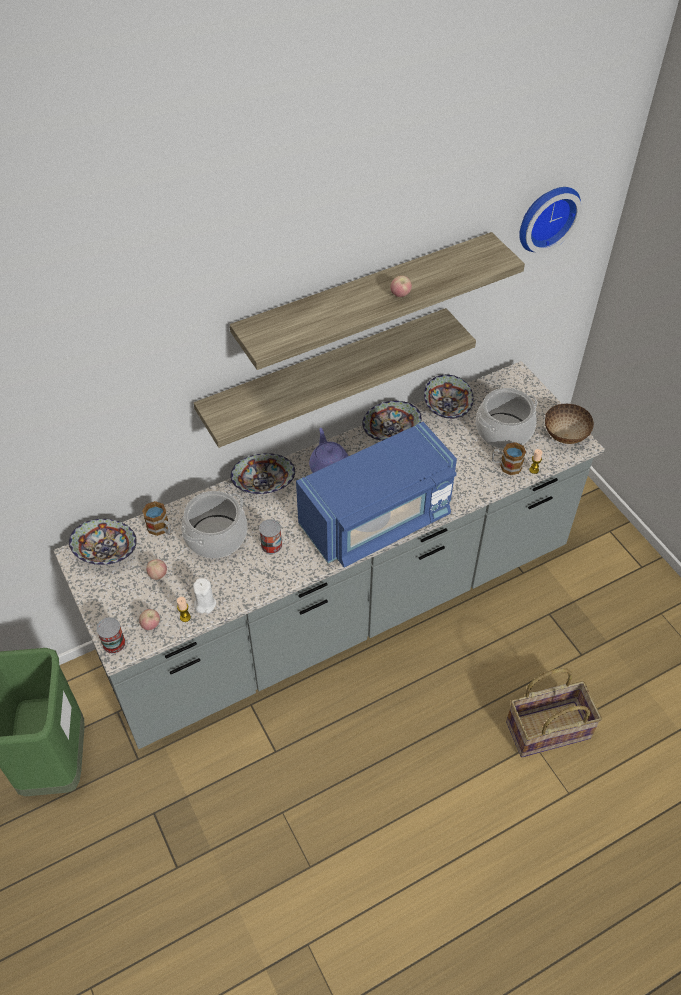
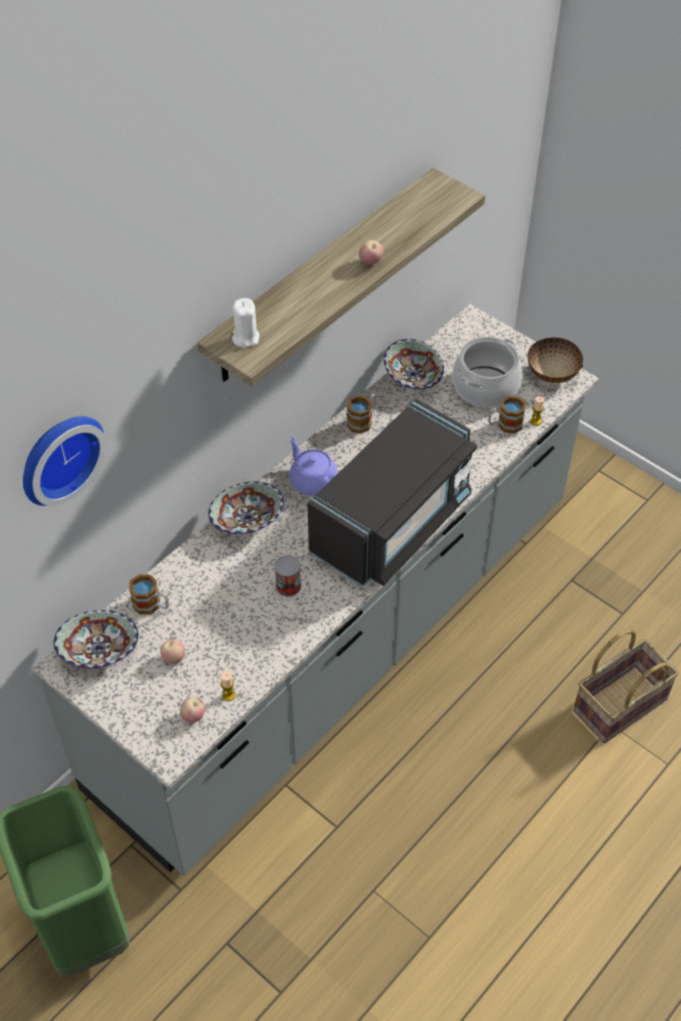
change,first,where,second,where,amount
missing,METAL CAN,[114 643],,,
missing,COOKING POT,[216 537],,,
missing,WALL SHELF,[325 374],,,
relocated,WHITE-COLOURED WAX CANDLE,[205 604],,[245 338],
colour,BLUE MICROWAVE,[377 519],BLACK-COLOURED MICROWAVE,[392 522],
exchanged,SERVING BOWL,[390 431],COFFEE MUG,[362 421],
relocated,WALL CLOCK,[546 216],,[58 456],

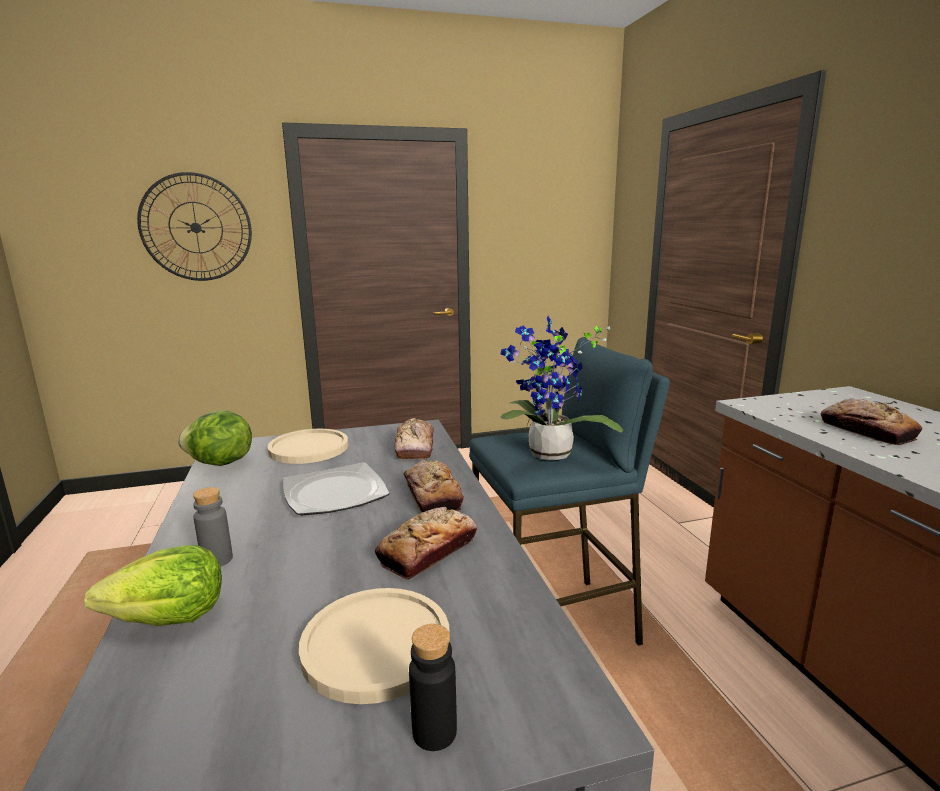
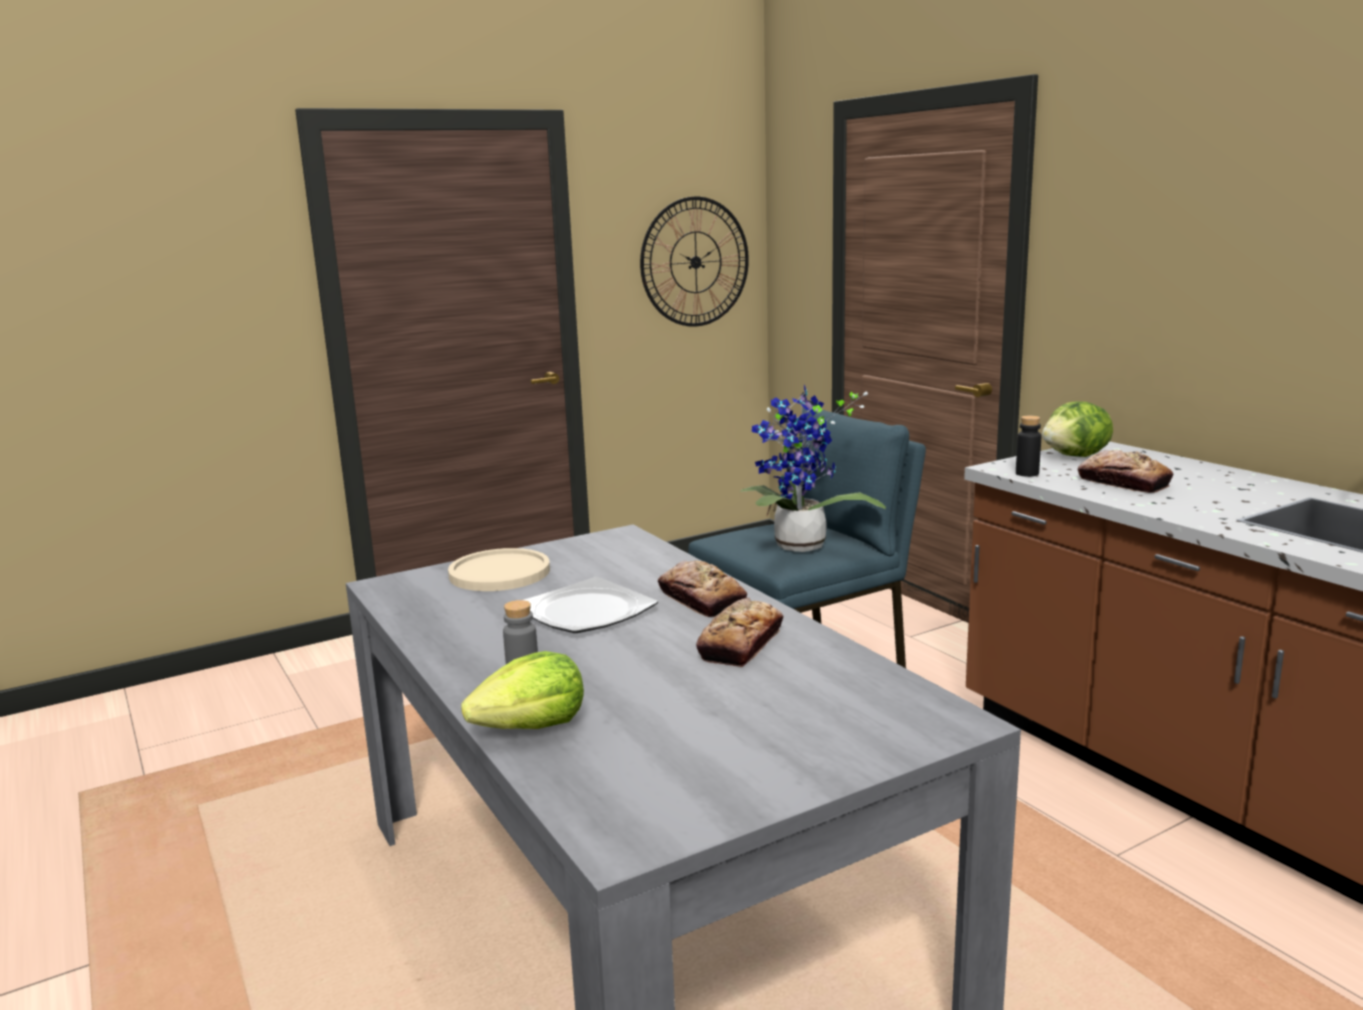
change,first,where,second,where,amount
relocated,WALL CLOCK,[196 227],,[695 262],
relocated,HEAD OF LETTUCE,[220 463],,[1076 456],
missing,BEIGE-COLOURED FLAT DISH,[376 644],,,
missing,BAKERY BREAD,[415 447],,,
relocated,BLACK-COLOURED BOTTLE,[434 732],,[1027 473],

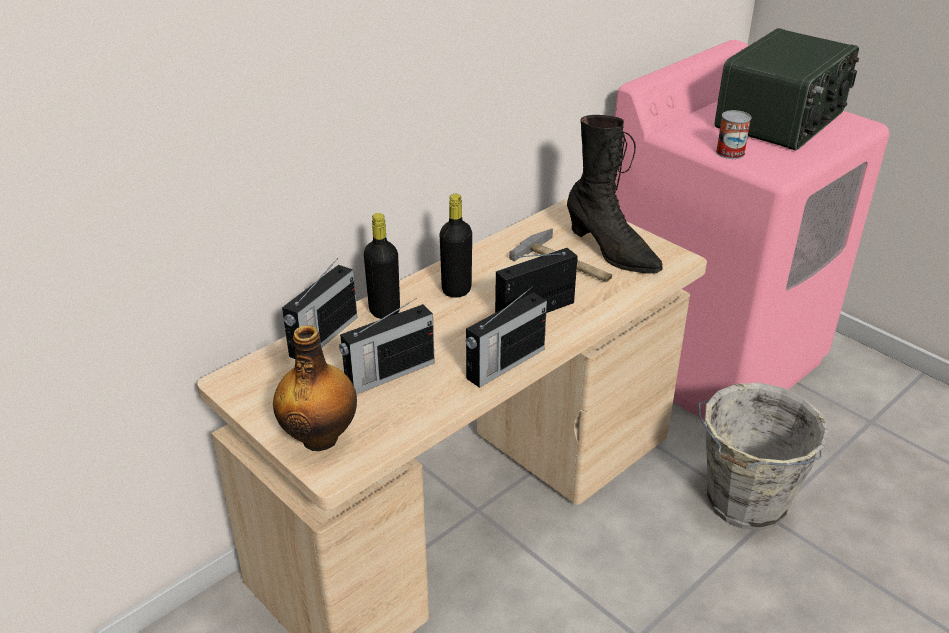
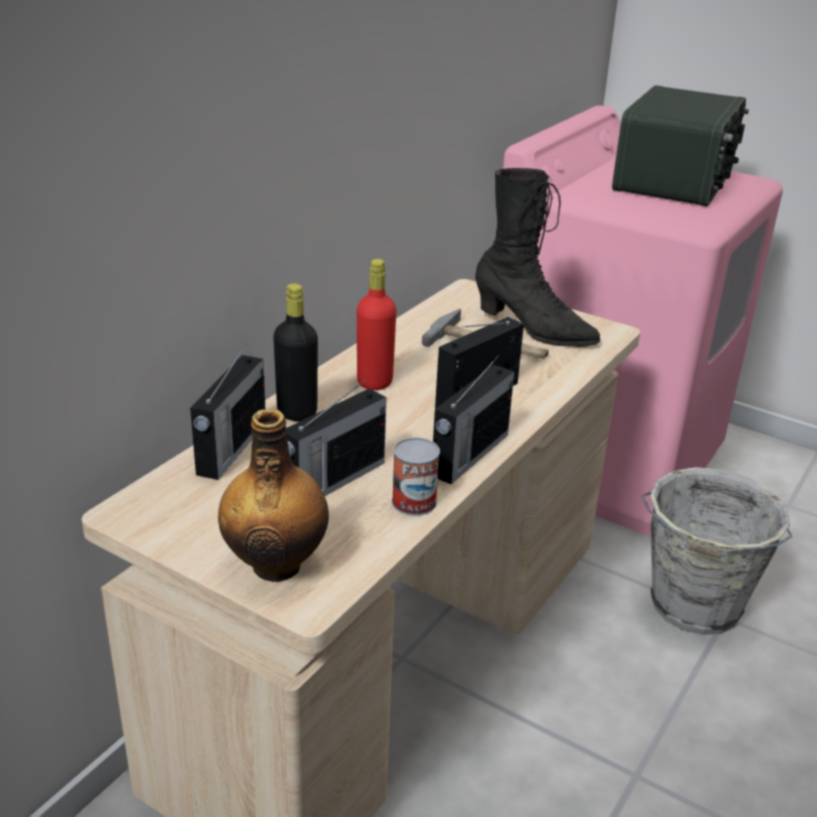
change,first,where,second,where,amount
colour,BLACK-COLOURED BOTTLE,[456 290],RED-COLOURED BOTTLE,[374 382],
relocated,METAL CAN,[730 152],,[414 502],

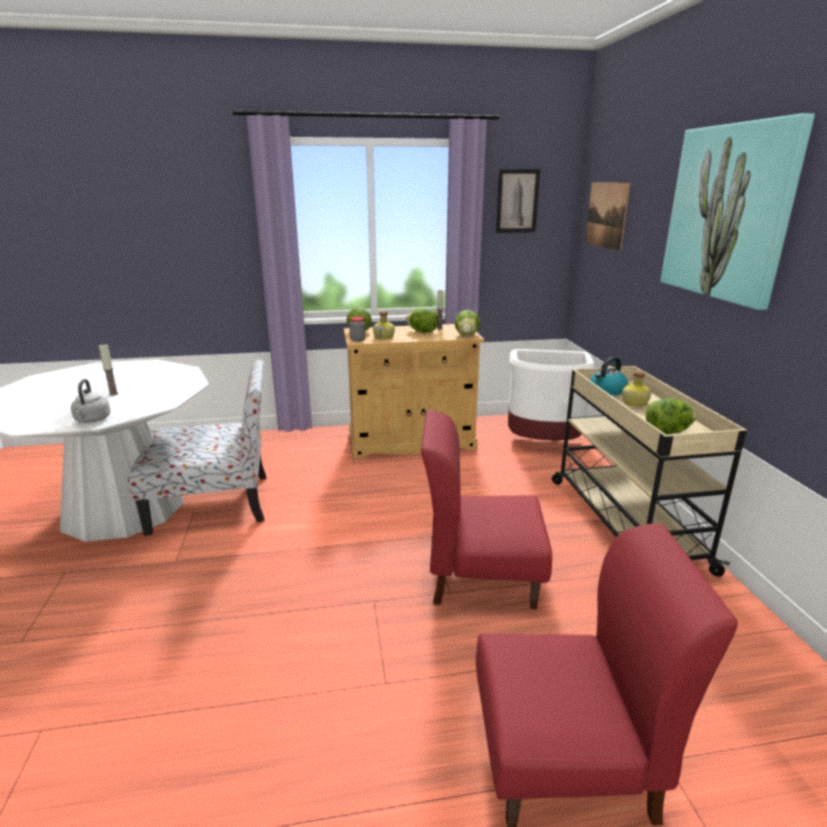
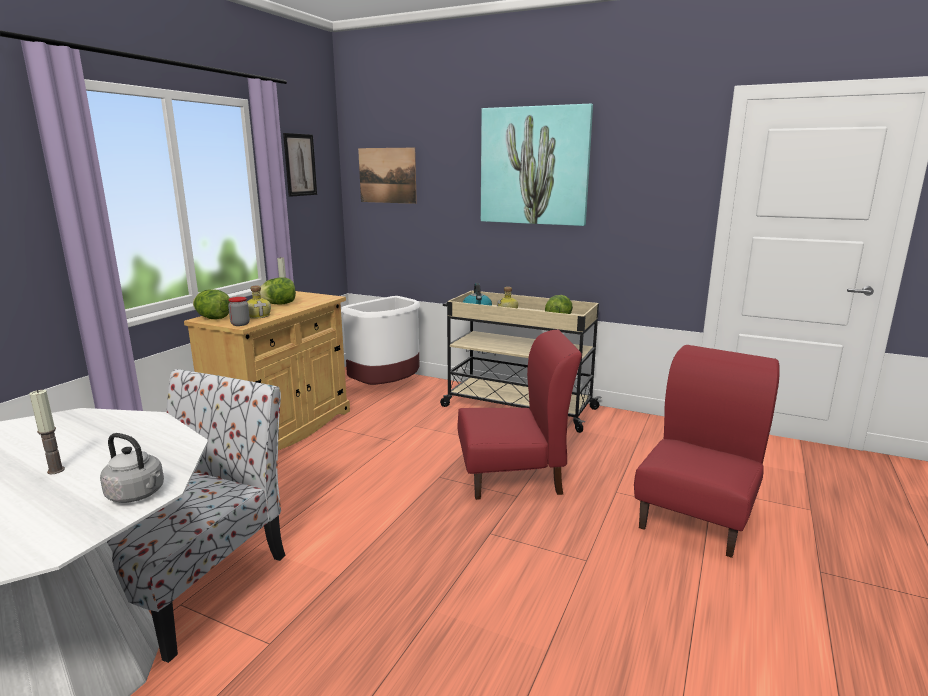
change,first,where,second,where,amount
spun,RED-COLOURED PLAIN CHAIR,[480 576],,[512 477],135 degrees counterclockwise
missing,HEAD OF LETTUCE,[466 335],,,

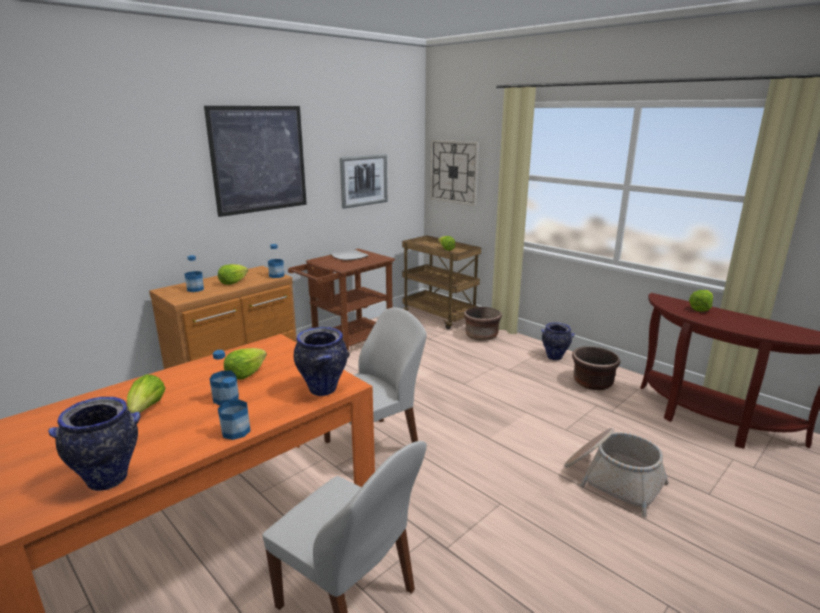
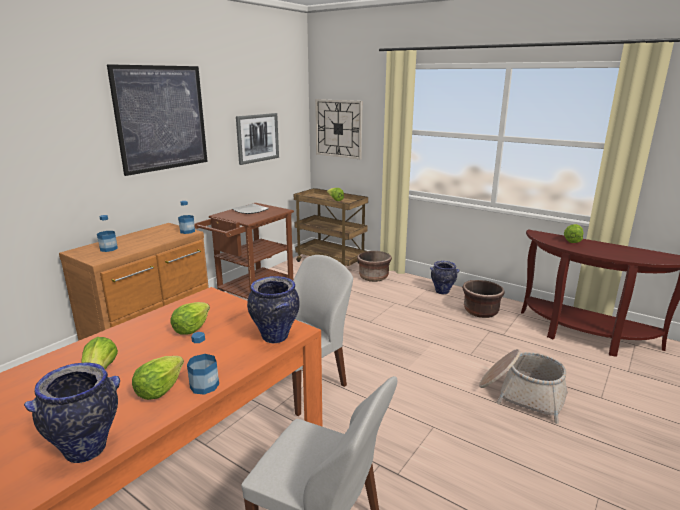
change,first,where,second,where,amount
missing,BOTTLE,[226 398],,,
relocated,HEAD OF LETTUCE,[233 283],,[159 390],

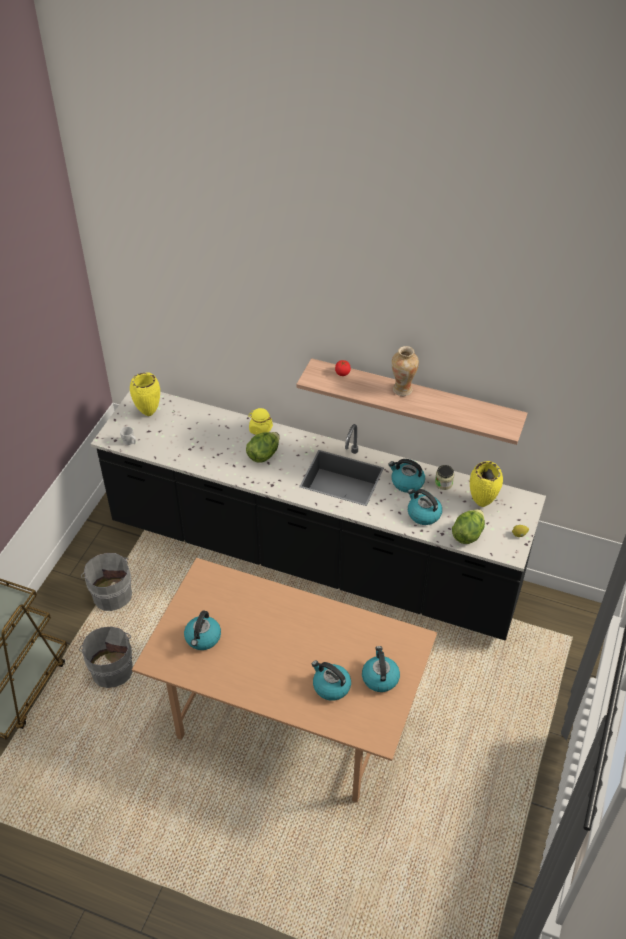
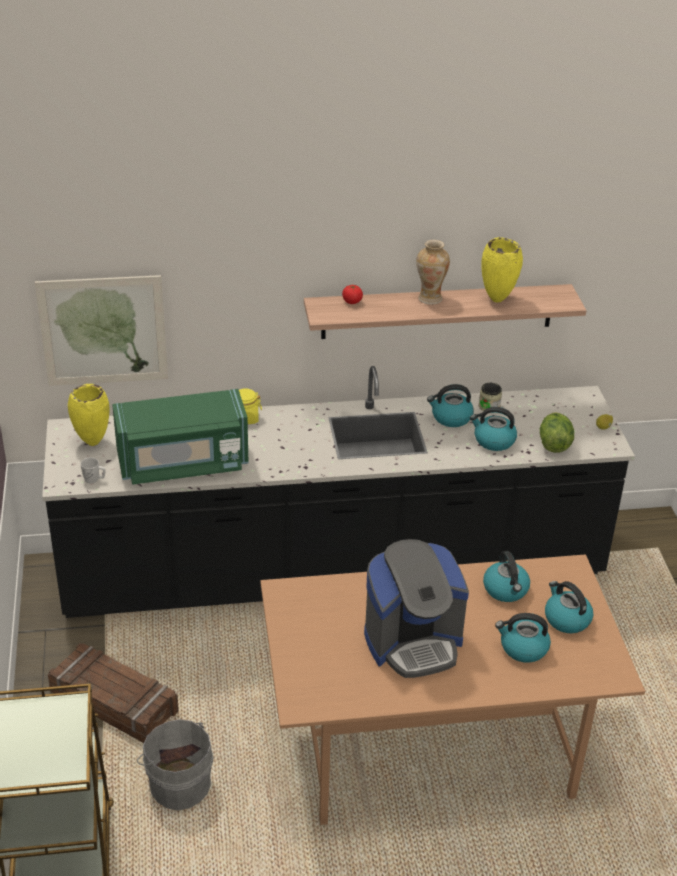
change,first,where,second,where,amount
exchanged,GRAY PAIL,[111 593],SHIPPING CRATE,[114 701],
relocated,TEA KETTLE,[203 638],,[506 590],
missing,HEAD OF LETTUCE,[263 455],,,
relocated,YELLOWISH DECORATIVE VASE,[482 504],,[498 300],
appeared,,,WALL PICTURE,[103 331],
appeared,,,GREEN MICROWAVE,[183 463],
appeared,,,COFFEE MAKER,[413 642],

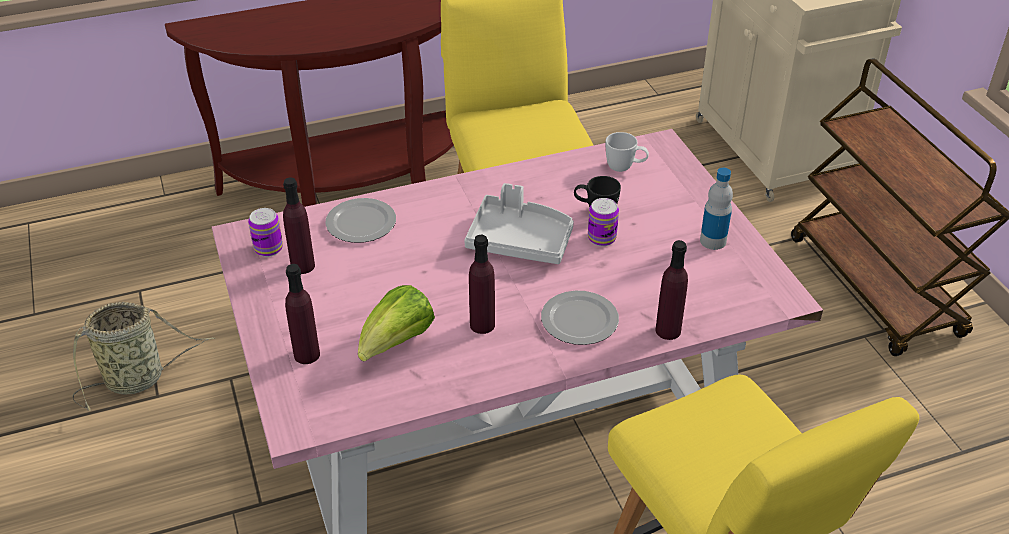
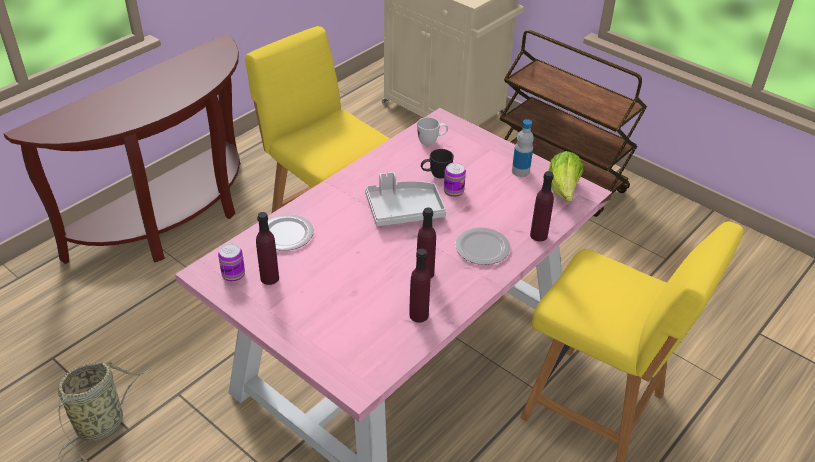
change,first,where,second,where,amount
relocated,PURPLE-COLOURED BOTTLE,[307 354],,[418 315],
relocated,HEAD OF LETTUCE,[396 343],,[563 190],

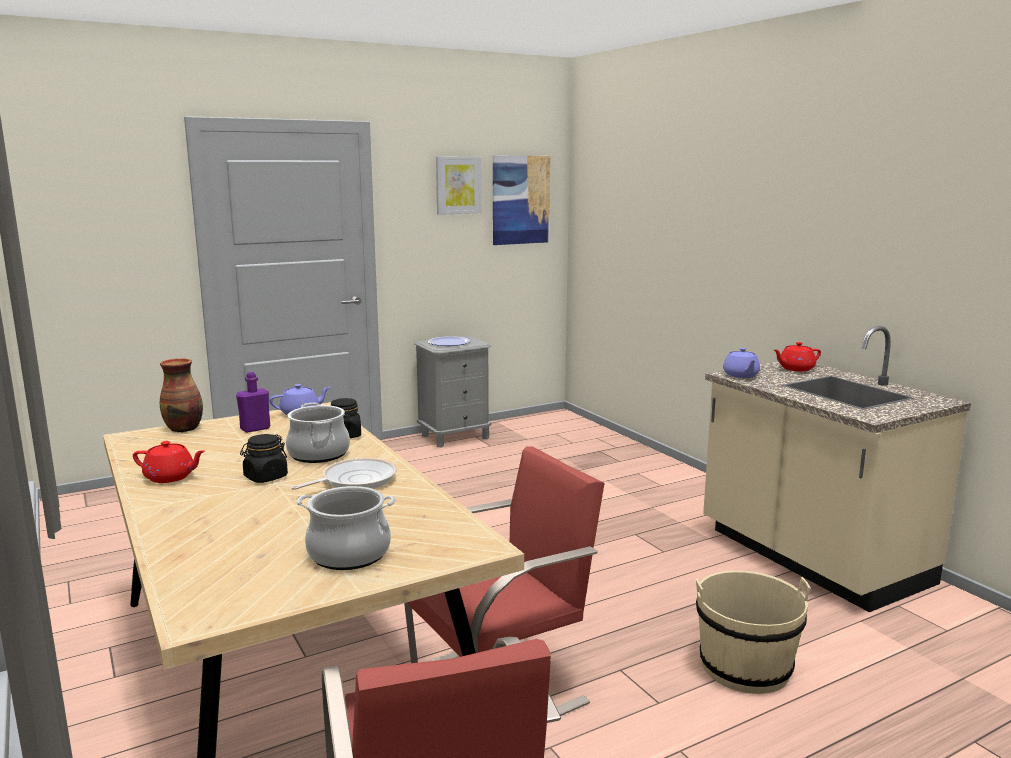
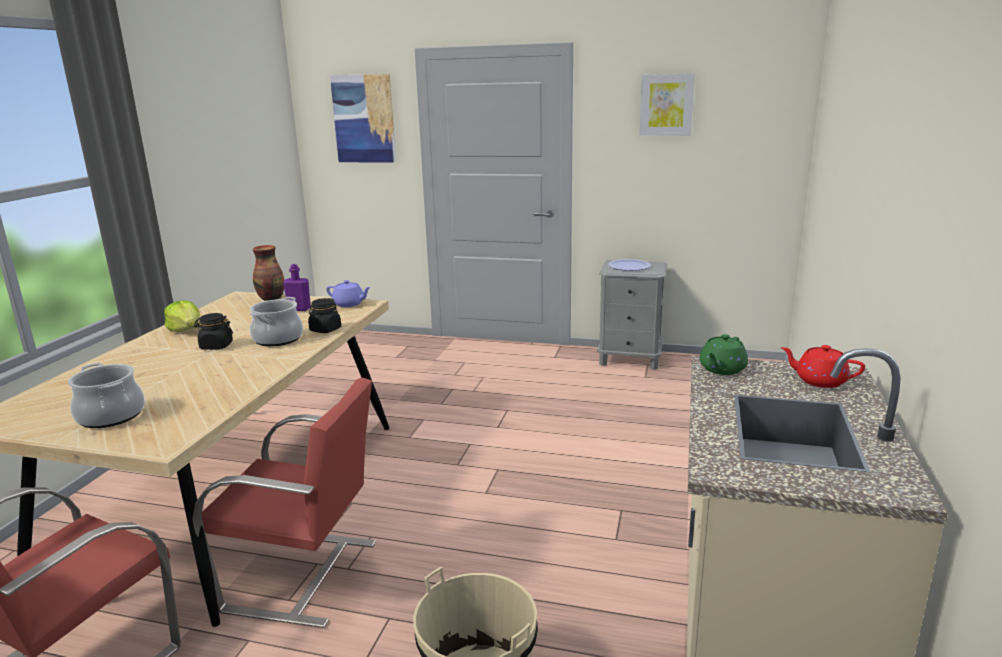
change,first,where,second,where,amount
exchanged,RED-COLOURED TEAPOT,[171 477],HEAD OF LETTUCE,[186 330],
missing,PAN,[355 480],,,
relocated,WALL PICTURE,[520 200],,[364 119],
colour,PURPLE-COLOURED TEAPOT,[741 375],GREEN TEAPOT,[721 369],

